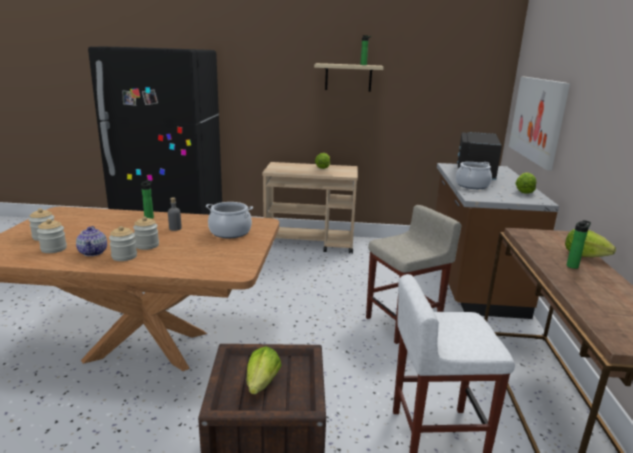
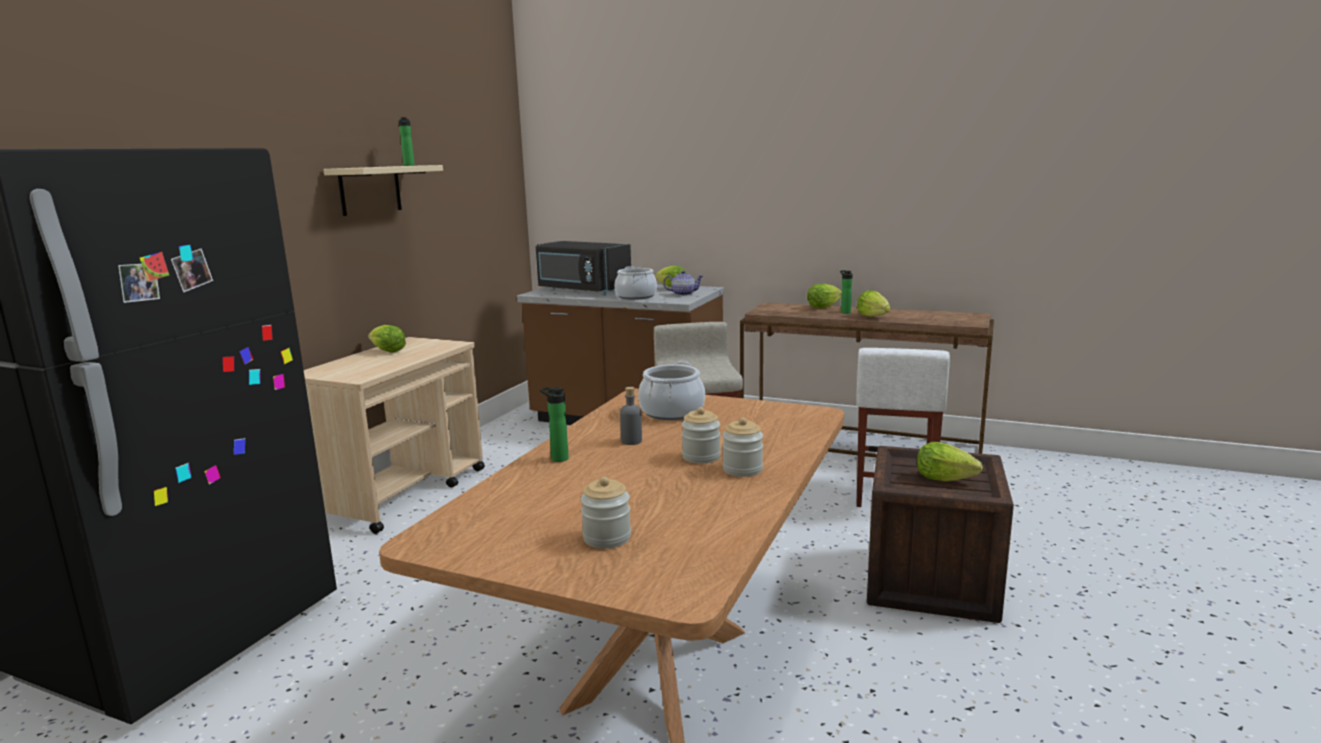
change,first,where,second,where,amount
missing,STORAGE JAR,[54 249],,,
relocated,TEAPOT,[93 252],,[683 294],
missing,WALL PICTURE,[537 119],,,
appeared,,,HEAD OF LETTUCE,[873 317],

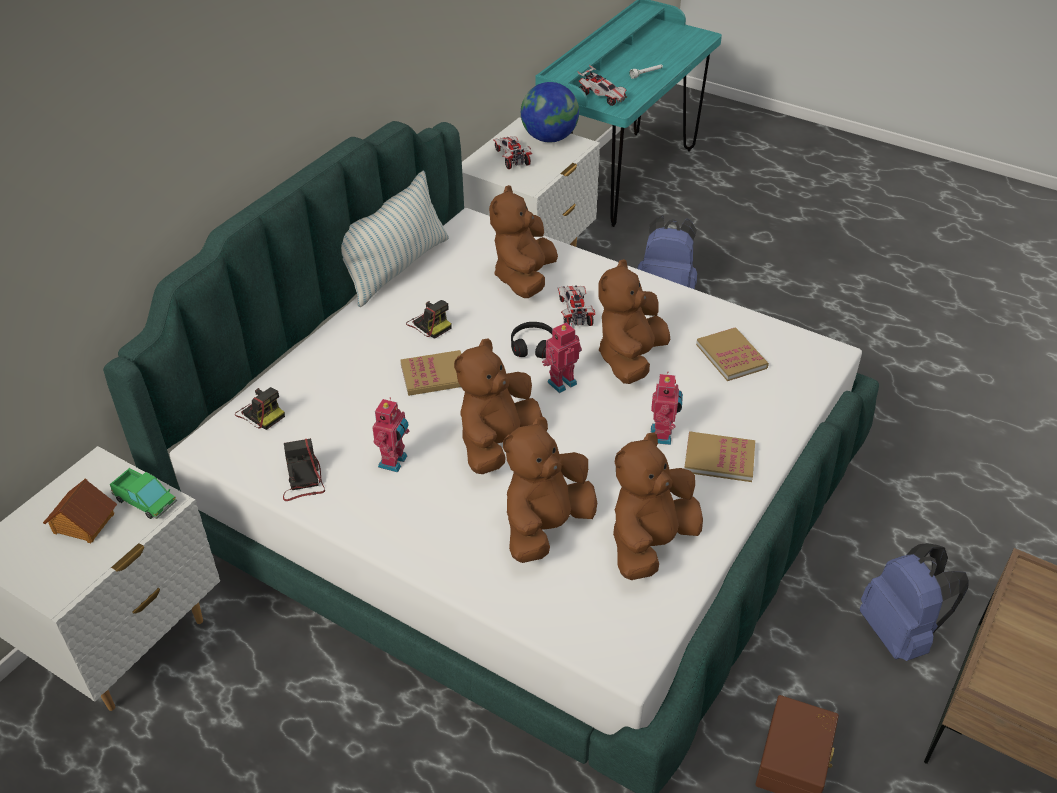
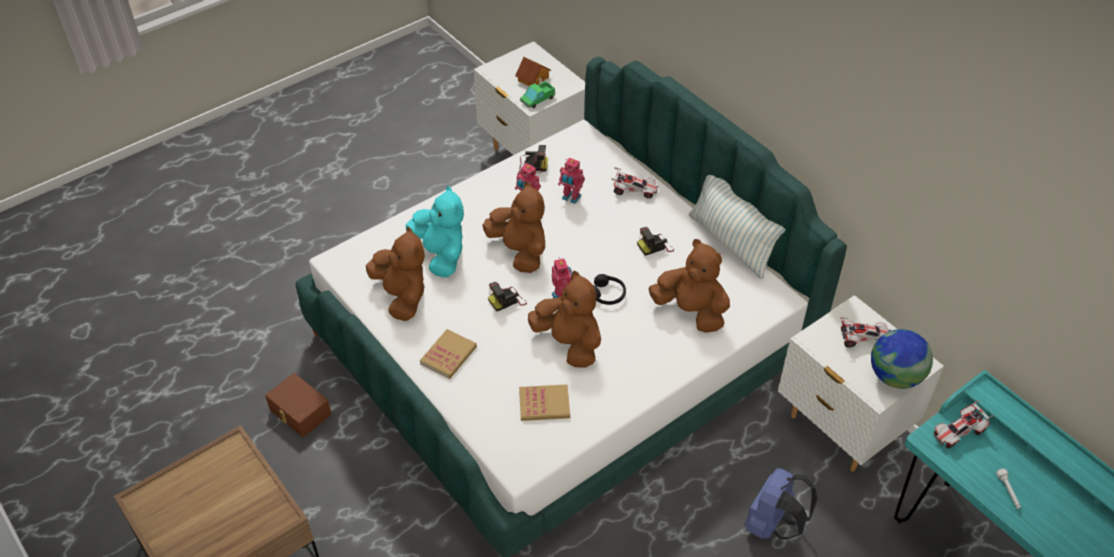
change,first,where,second,where,amount
relocated,STILL CAMERA,[260 413],,[507 300],
missing,BOUND BOOK,[435 375],,,
colour,BROWN SOFT TOY,[545 527],TURQUOISE-COLOURED SOFT TOY,[441 255],
relocated,TOY CAR,[574 313],,[634 190],
relocated,TOY ROBOT,[663 435],,[571 198],
missing,BLUE BACKPACK,[900 633],,,

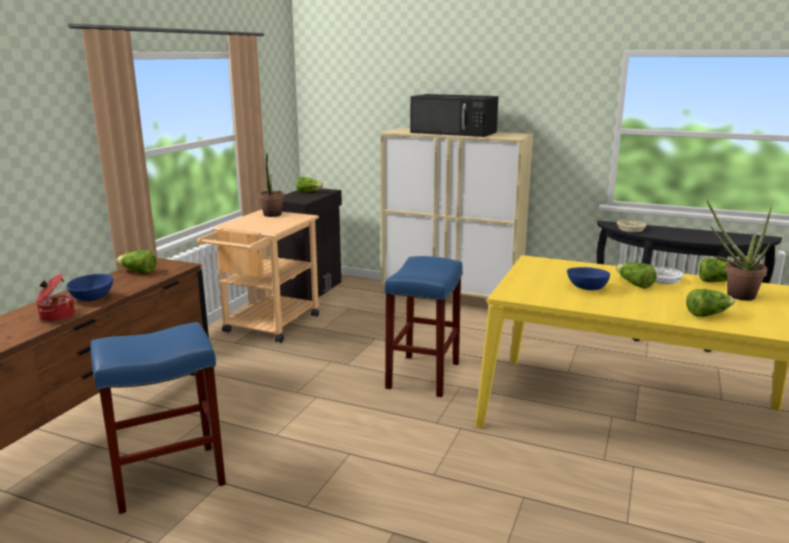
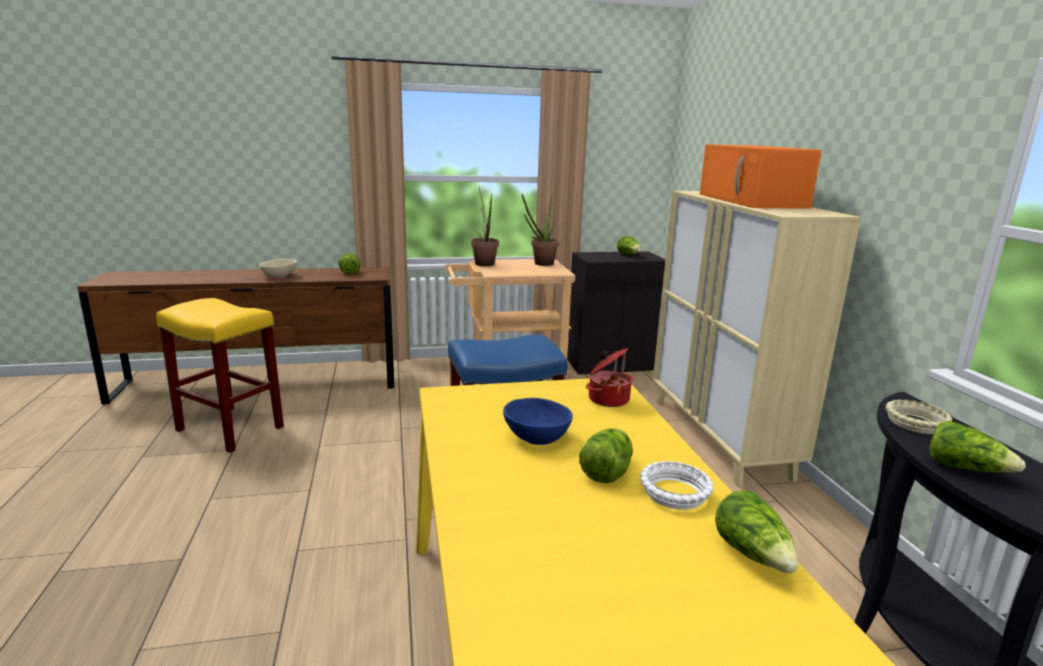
change,first,where,second,where,amount
relocated,COOKING POT,[56 316],,[607 399],
colour,BLUE SERVING BOWL,[92 298],BEIGE-COLOURED SERVING BOWL,[280 276],
colour,BLUE STOOL SEAT,[167 478],YELLOWISH STOOL SEAT,[228 428],
colour,BLACK-COLOURED MICROWAVE,[454 132],ORANGE-COLOURED MICROWAVE,[752 201],
relocated,HEAD OF LETTUCE,[707 314],,[965 468],
relocated,PLANT IN A POT,[734 295],,[483 263],

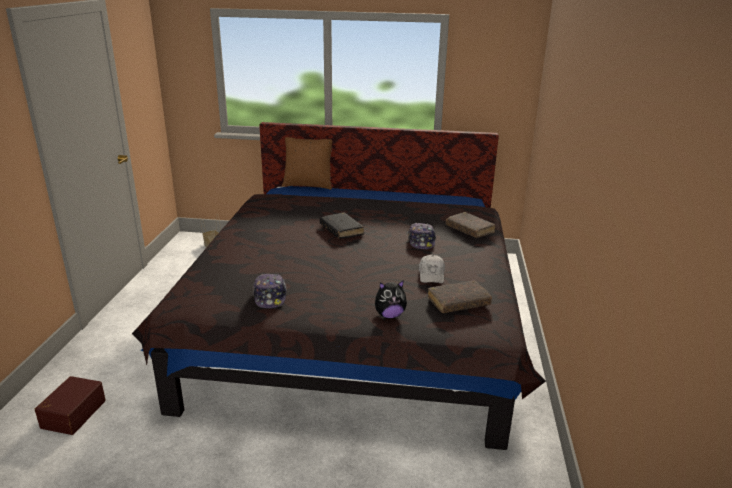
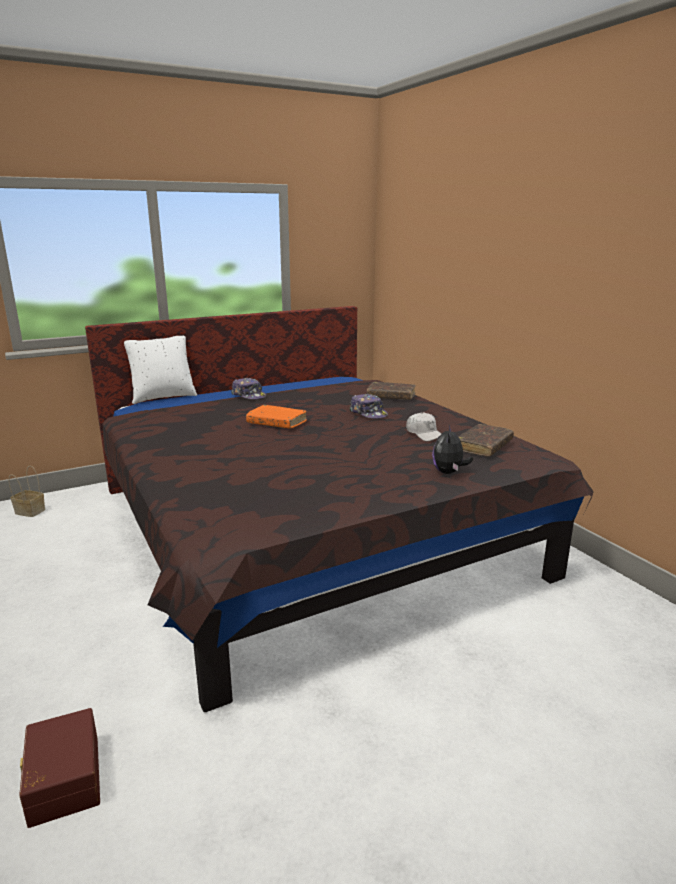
change,first,where,second,where,amount
relocated,PEAKED CAP,[270 297],,[249 395],
colour,BROWN CUSHION,[308 185],WHITE-COLOURED CUSHION,[163 397],
colour,BLACK-COLOURED BOUND BOOK,[341 230],ORANGE-COLOURED BOUND BOOK,[276 423],
spun,SOFT TOY,[389 315],,[449 472],150 degrees clockwise

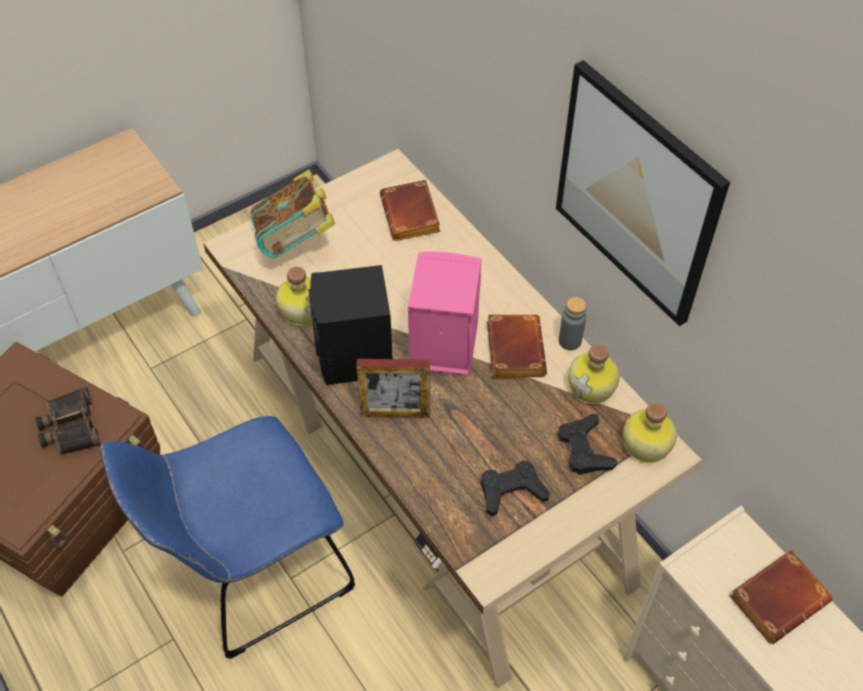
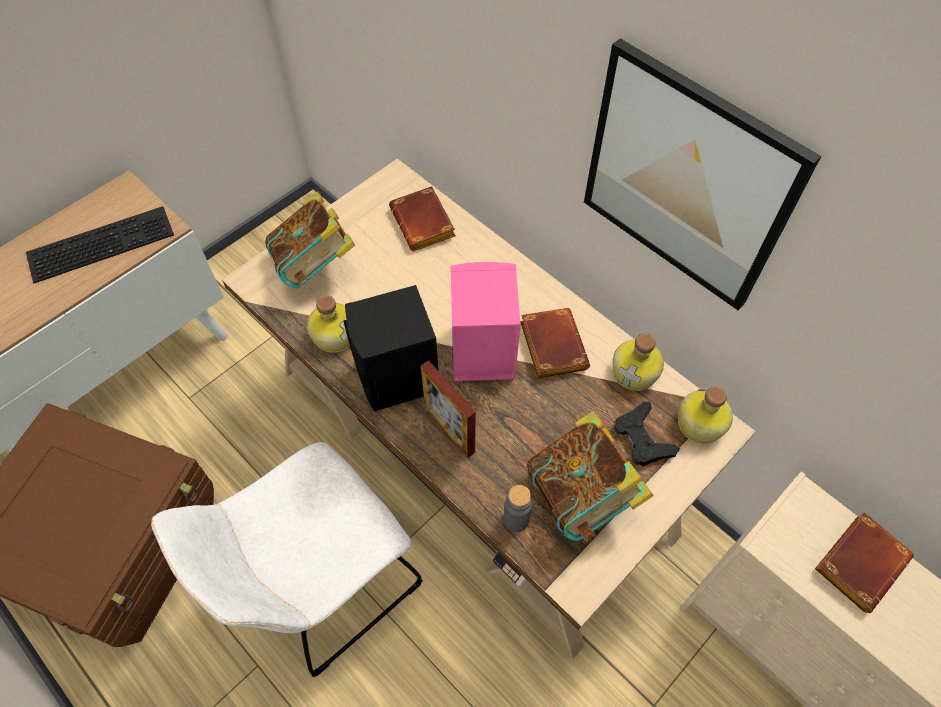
change,first,where,second,where,amount
missing,PAIR OF BINOCULARS,[70 427],,,
colour,BLUE PLAIN CHAIR,[252 574],WHITE-COLOURED PLAIN CHAIR,[322 586],
spun,PICTURE FRAME,[395 413],,[449 430],60 degrees clockwise
exchanged,BLACK-COLOURED GAME CONTROLLER,[511 491],BOUND BOOK,[581 494],
relocated,GRAY BOTTLE,[570 341],,[516 519],
appeared,,,COMPUTER KEYBOARD,[101 241],

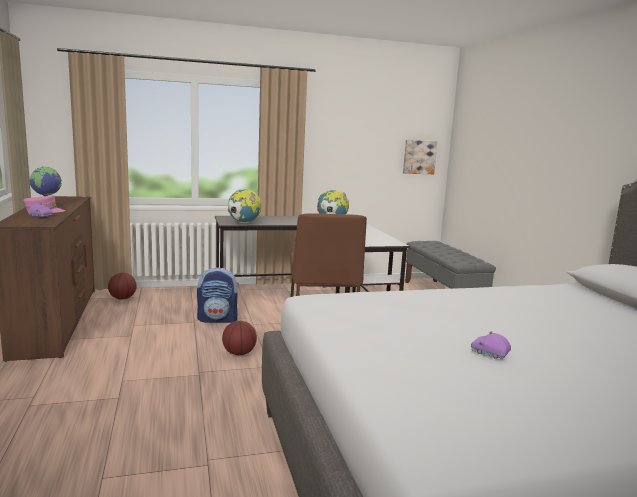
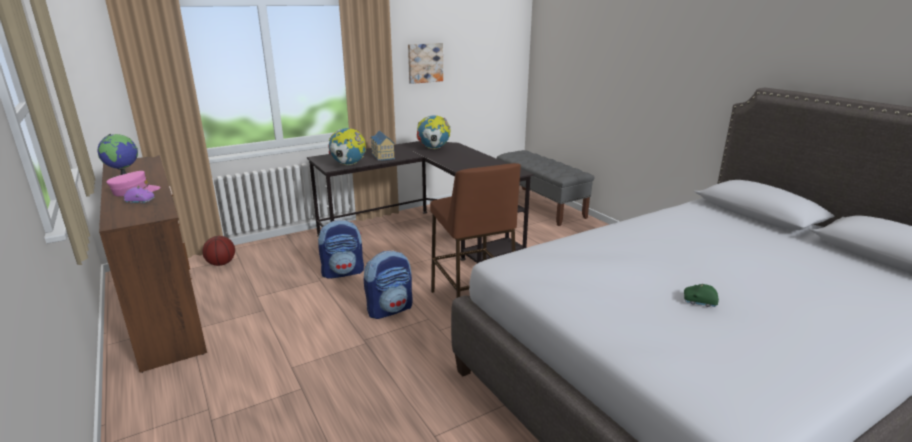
change,first,where,second,where,amount
exchanged,BASKETBALL BALL,[239 353],BACKPACK,[390 309],
relocated,WALL PICTURE,[419 157],,[425 63],
colour,PURPLE-COLOURED TOY CAR,[489 353],GREEN TOY CAR,[699 302],
appeared,,,MINIATURE HOUSE,[382 156],

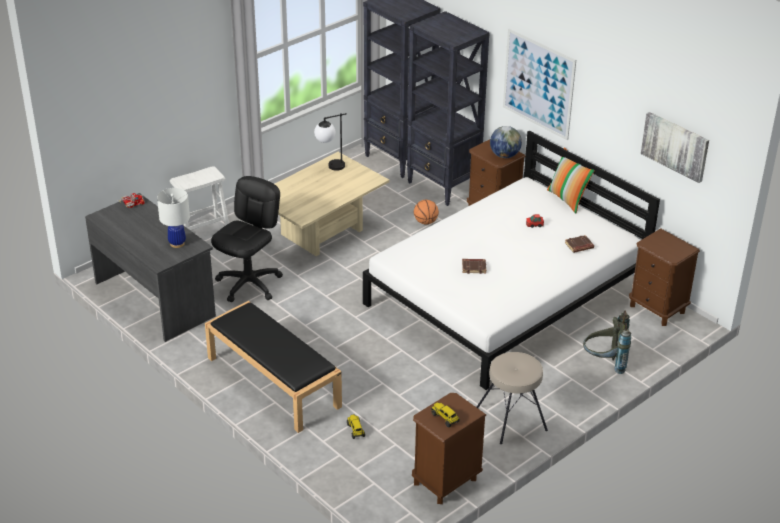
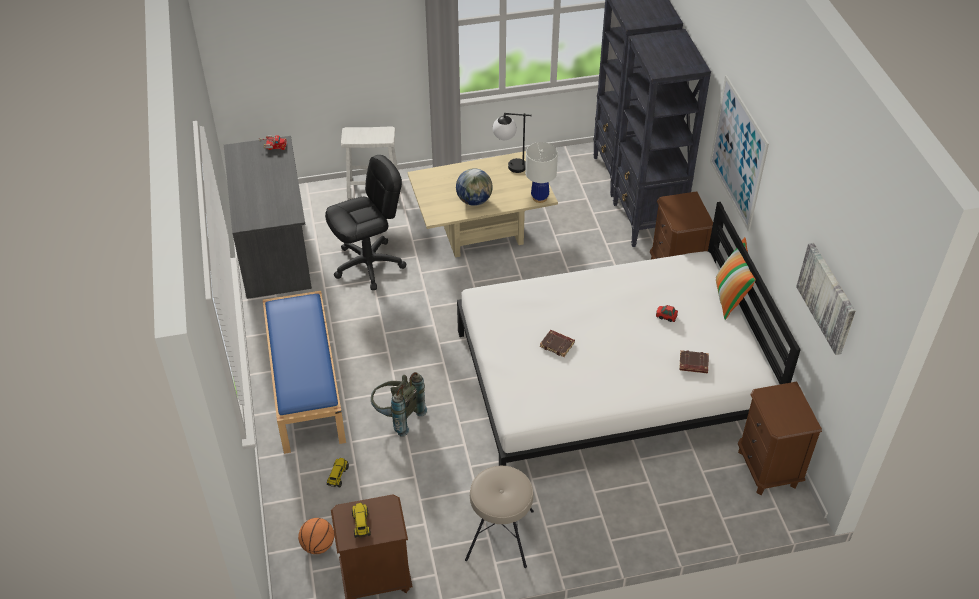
change,first,where,second,where,amount
relocated,WHITE-COLOURED TABLETOP LAMP,[177 243],,[540 197],
colour,BLACK-COLOURED INDOOR BENCH,[272 382],BLUE INDOOR BENCH,[305 384],
relocated,BASKETBALL BALL,[425 222],,[318 545],
relocated,WORLD GLOBE,[504 155],,[474 200],
relocated,GRAY BACKPACK,[605 363],,[397 417],

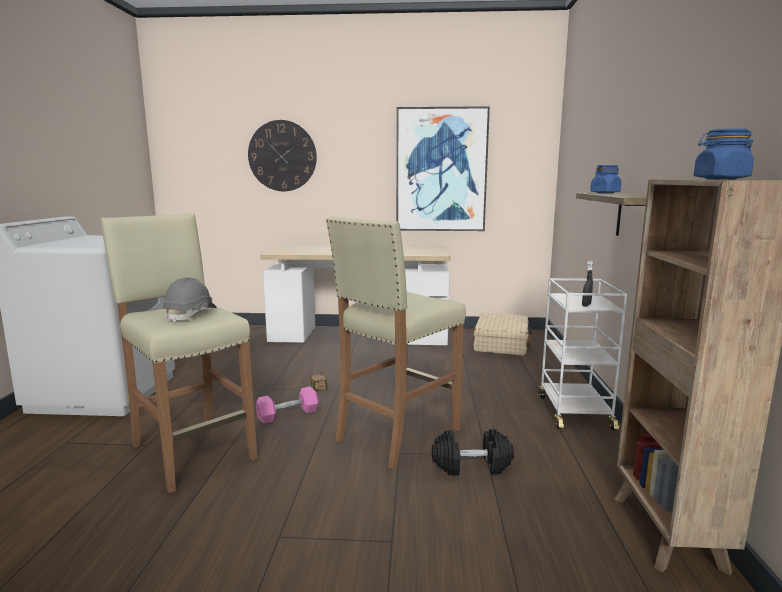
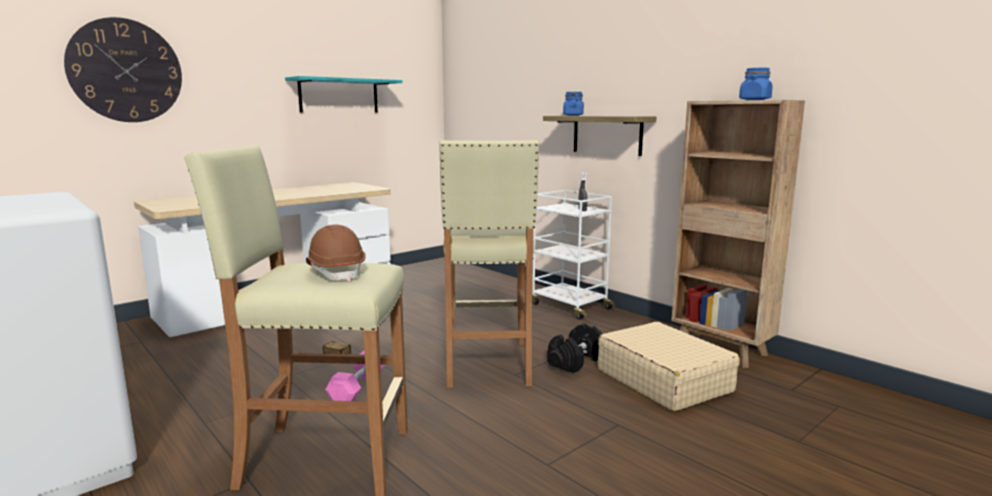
change,first,where,second,where,amount
colour,GRAY WORK HELMET,[191 314],BROWN WORK HELMET,[336 272],
exchanged,WALL PICTURE,[441 170],TURQUOISE-COLOURED WALL SHELF,[339 96],
relocated,BEIGE-COLOURED TRAVEL CASE,[501 344],,[663 380],

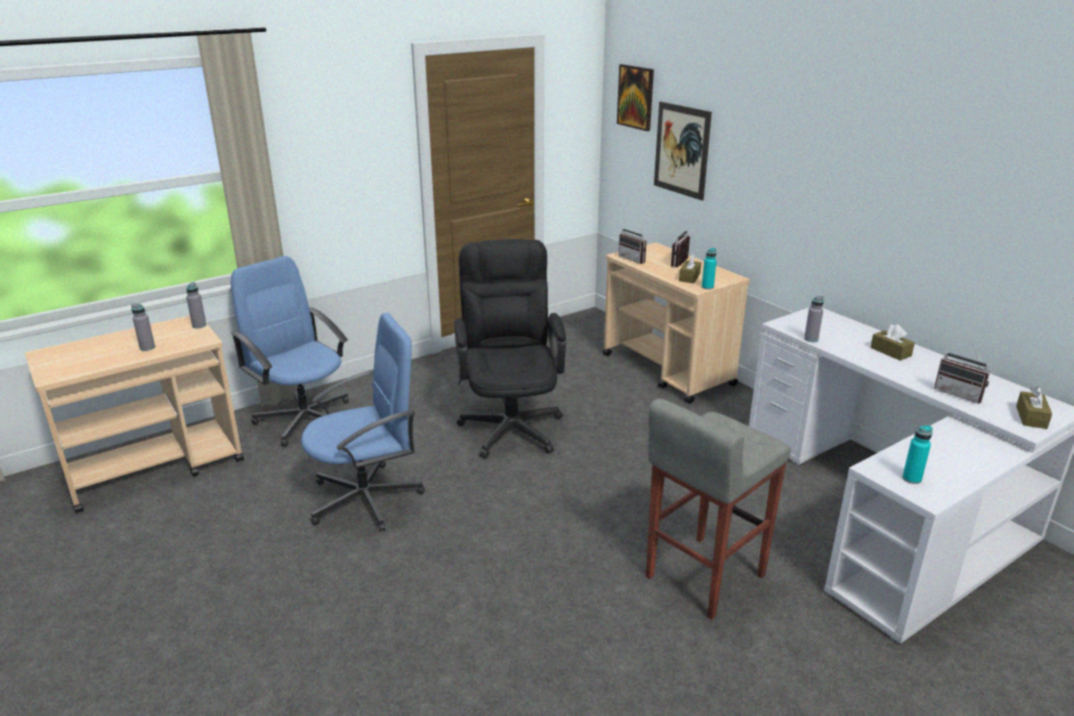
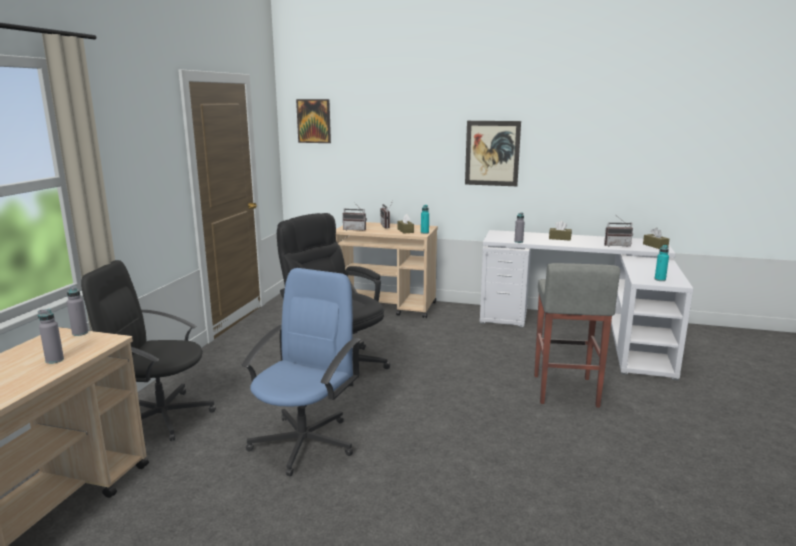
change,first,where,second,where,amount
colour,BLUE DESK CHAIR,[304 419],BLACK-COLOURED DESK CHAIR,[161 417],
relocated,WALL PICTURE,[681 150],,[492 153],

